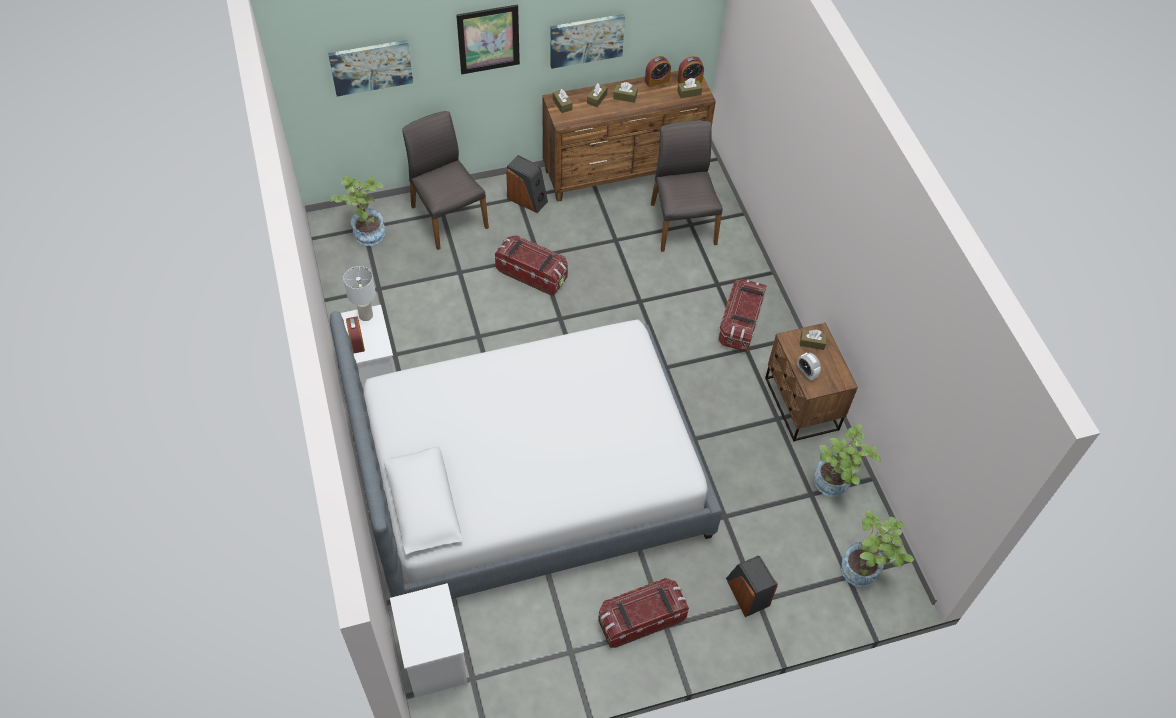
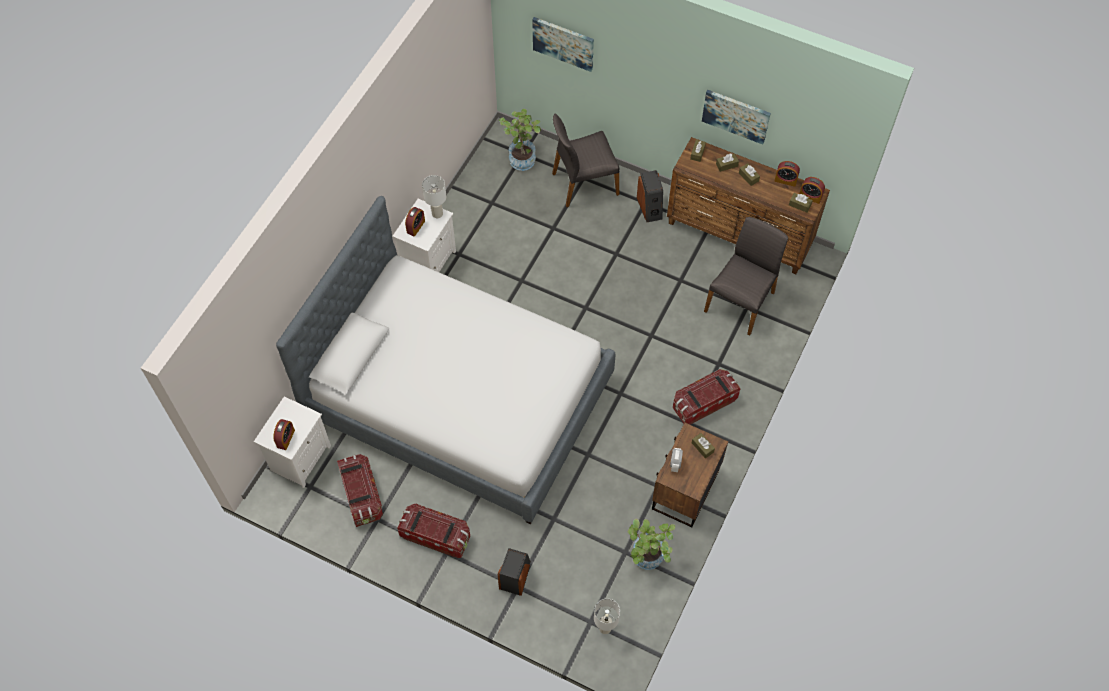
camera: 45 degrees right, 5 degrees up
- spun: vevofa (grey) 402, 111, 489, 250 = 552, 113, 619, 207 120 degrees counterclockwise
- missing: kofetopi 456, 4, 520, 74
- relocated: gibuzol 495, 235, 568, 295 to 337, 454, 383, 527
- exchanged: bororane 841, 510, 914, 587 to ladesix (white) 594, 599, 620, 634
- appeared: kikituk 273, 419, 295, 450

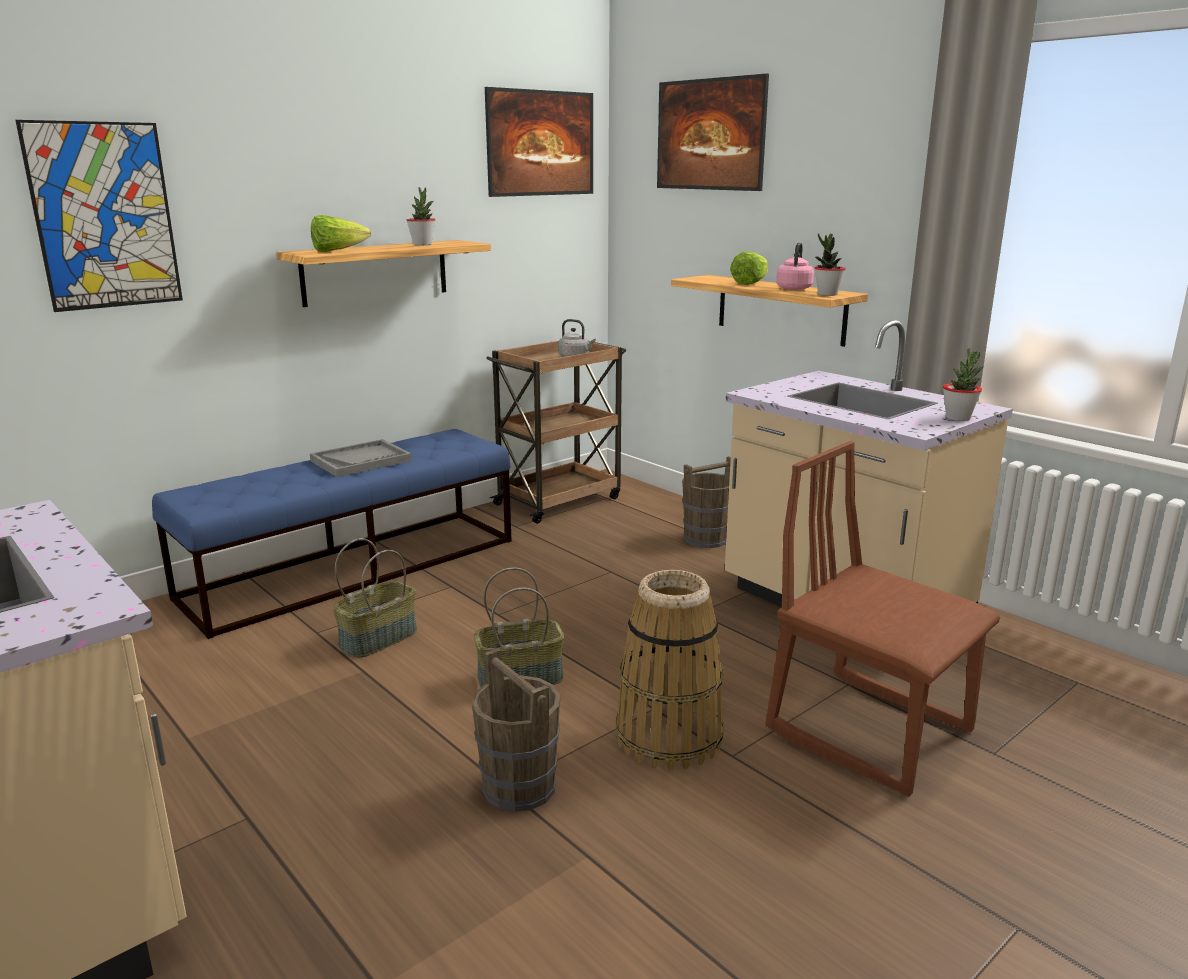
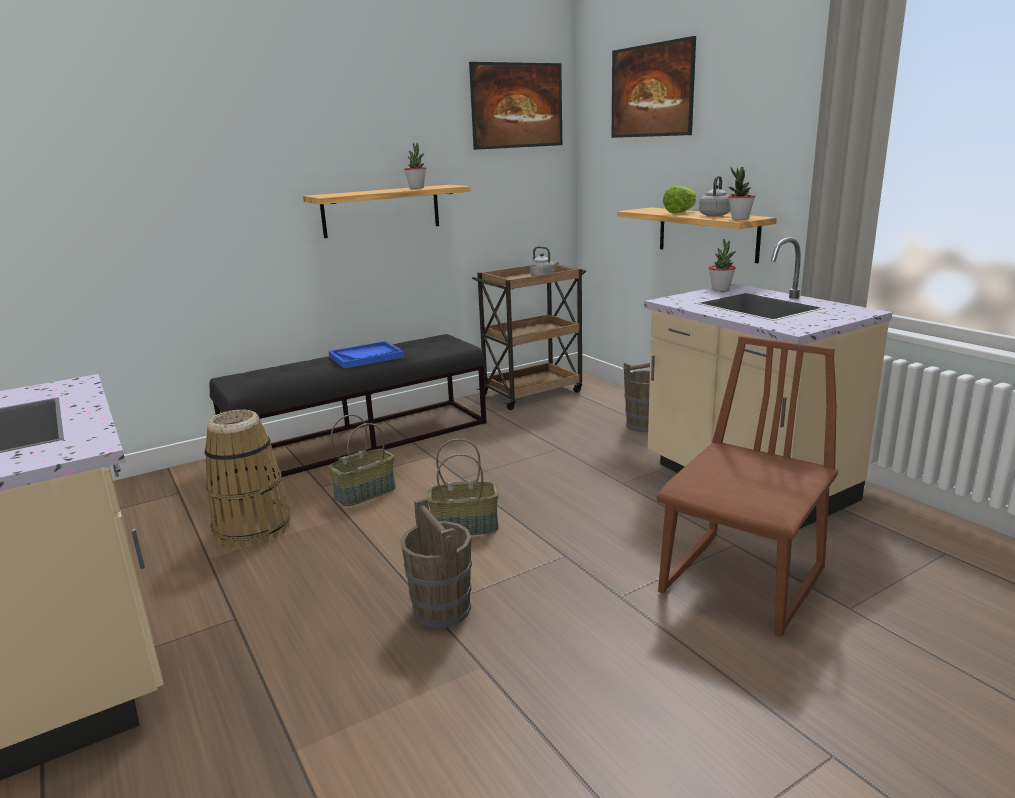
camera: 10 degrees right, 0 degrees up
- missing: kofetopi 15, 120, 183, 312
- colour: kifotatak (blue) 152, 429, 511, 639 to kifotatak (black) 209, 334, 487, 480
- colour: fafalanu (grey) 310, 439, 412, 477 to fafalanu (blue) 329, 341, 404, 369
- missing: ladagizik 311, 215, 371, 252
- relocated: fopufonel 616, 570, 724, 770 to 205, 410, 291, 548
- spun: vevofa (brown) 765, 441, 1001, 797 = 657, 336, 838, 637 75 degrees clockwise
- colour: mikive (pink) 776, 242, 814, 290 to mikive (grey) 699, 176, 730, 216
- relocated: bororane 943, 349, 984, 421 to 709, 239, 736, 291

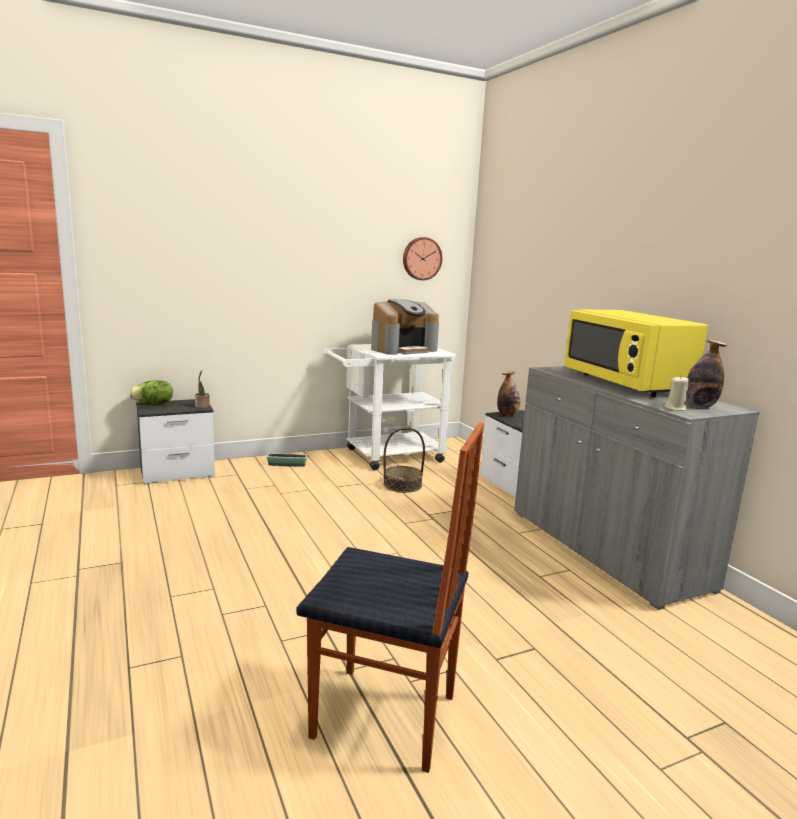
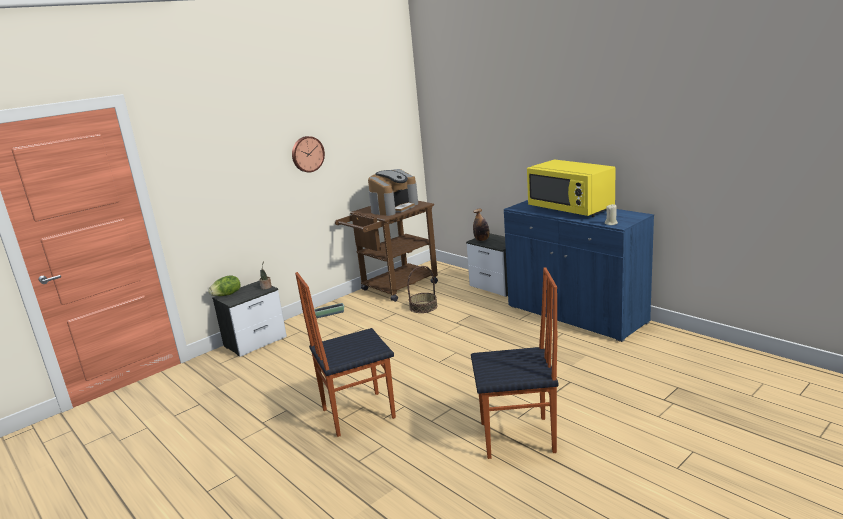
camera: 15 degrees left, 5 degrees up
- colour: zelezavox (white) 323, 344, 457, 470 to zelezavox (brown) 335, 201, 438, 302
- relocated: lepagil 403, 237, 442, 280 to 292, 136, 325, 172
- colour: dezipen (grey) 514, 366, 760, 610 to dezipen (blue) 504, 200, 654, 342
- missing: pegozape 686, 339, 727, 408
- appeared: vevofa 295, 272, 396, 437

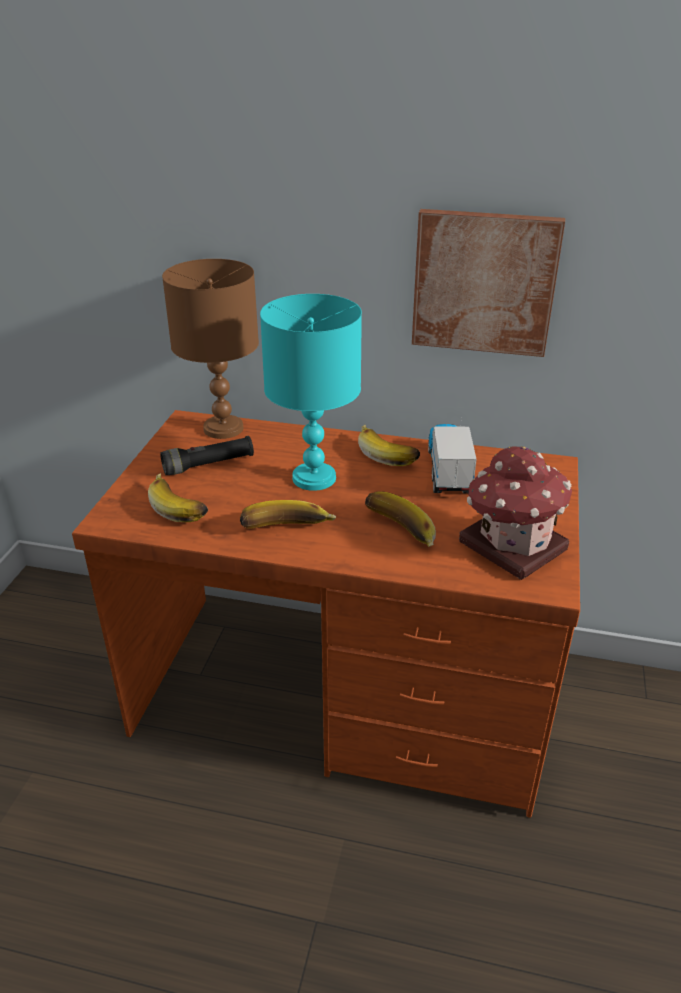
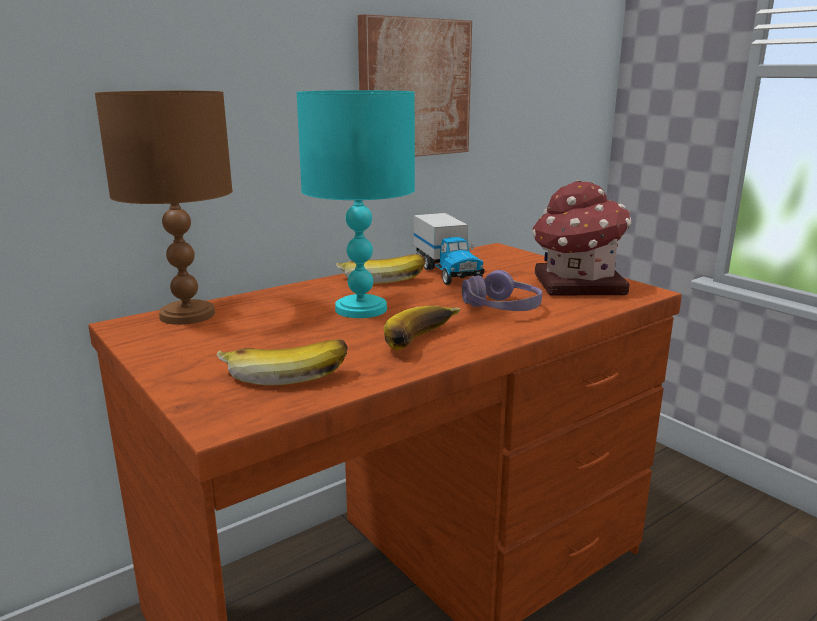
camera: 50 degrees left, 15 degrees down
- missing: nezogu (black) 160, 436, 254, 475
- exchanged: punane 365, 491, 436, 547 to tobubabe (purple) 462, 270, 542, 311
- spun: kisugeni 428, 424, 476, 493 = 414, 213, 484, 285 150 degrees counterclockwise

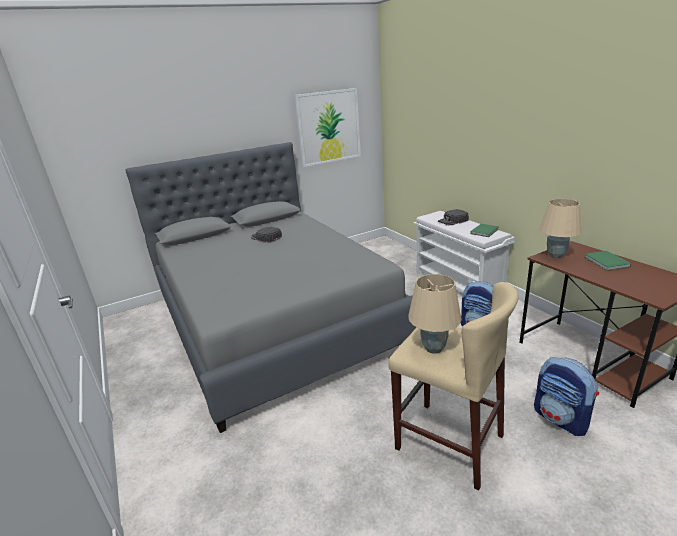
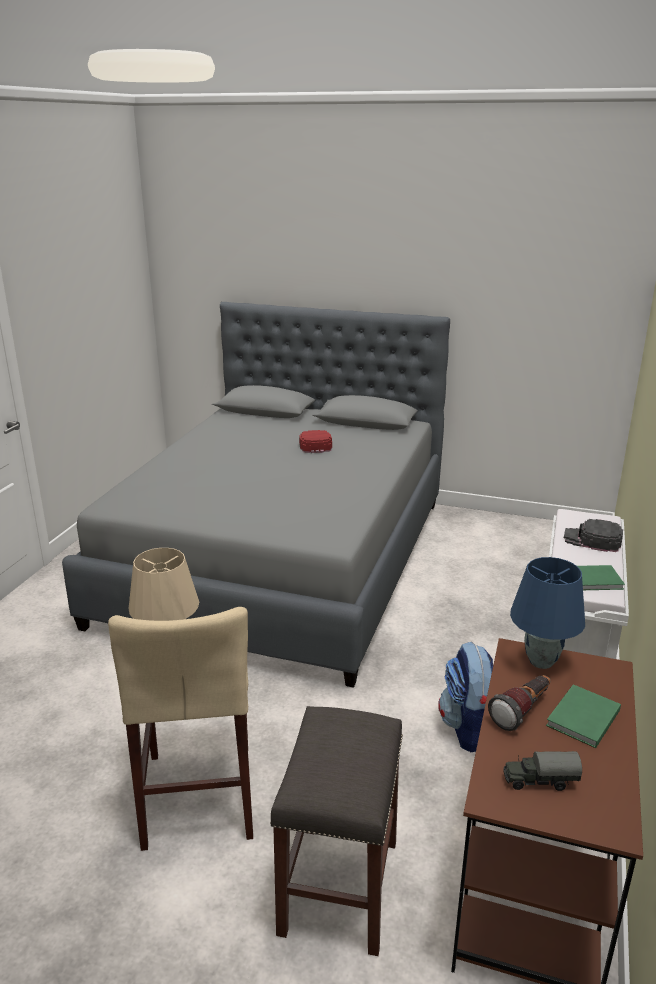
camera: 45 degrees right, 0 degrees up
- colour: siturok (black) 251, 227, 282, 243 to siturok (red) 299, 430, 332, 453
- missing: kofetopi 294, 88, 361, 167
- exchanged: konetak 534, 357, 599, 436 to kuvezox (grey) 270, 706, 403, 956
- colour: ladesix (beige) 539, 199, 581, 258 to ladesix (blue) 510, 557, 585, 669
- appeared: nezogu 488, 675, 550, 731
- appeared: kisugeni 503, 751, 582, 791

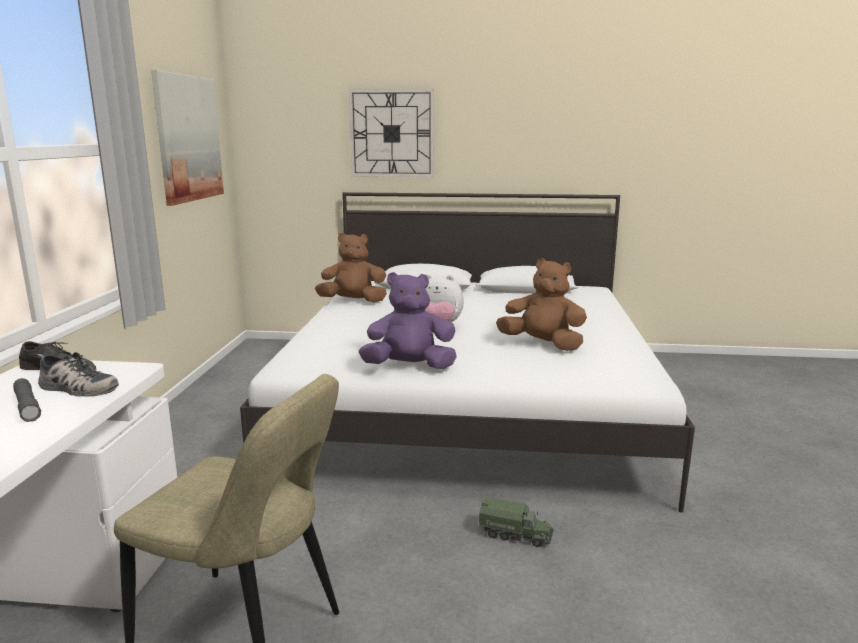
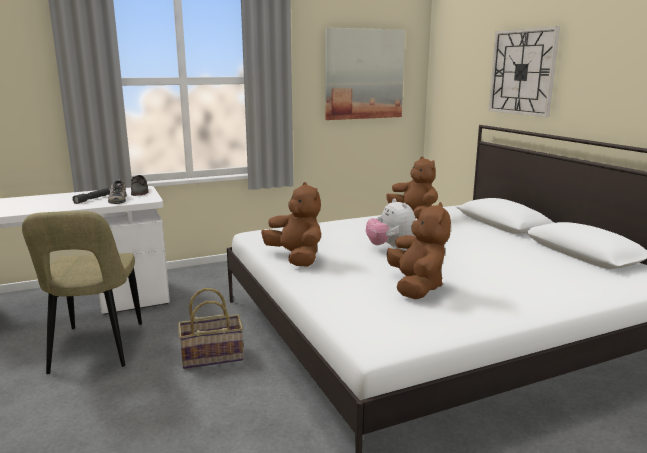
camera: 60 degrees right, 0 degrees up
- colour: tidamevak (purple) 359, 272, 457, 369 to tidamevak (brown) 261, 182, 321, 267
- missing: kisugeni 478, 497, 554, 547
- appeared: fopufonel 178, 288, 244, 369

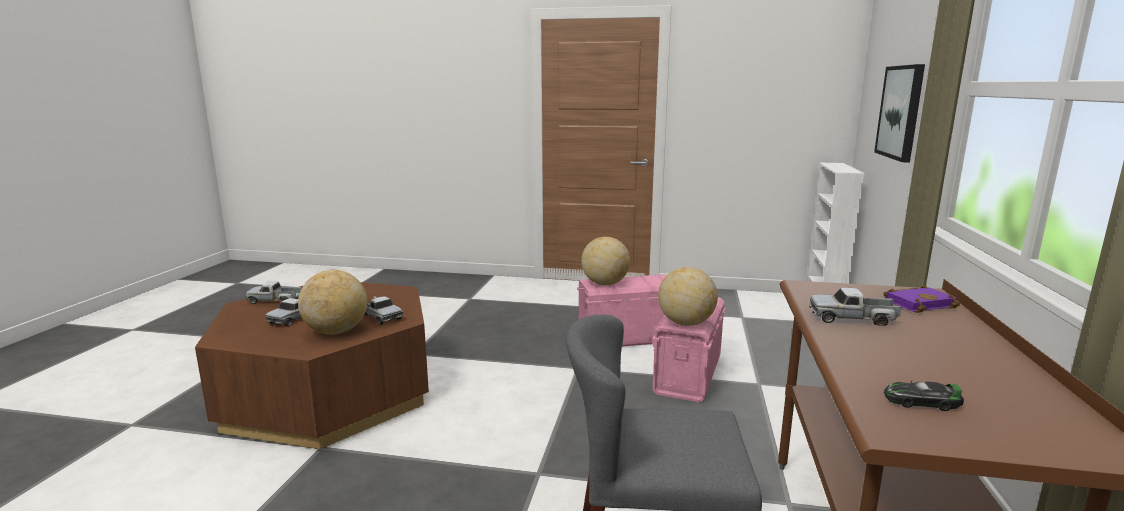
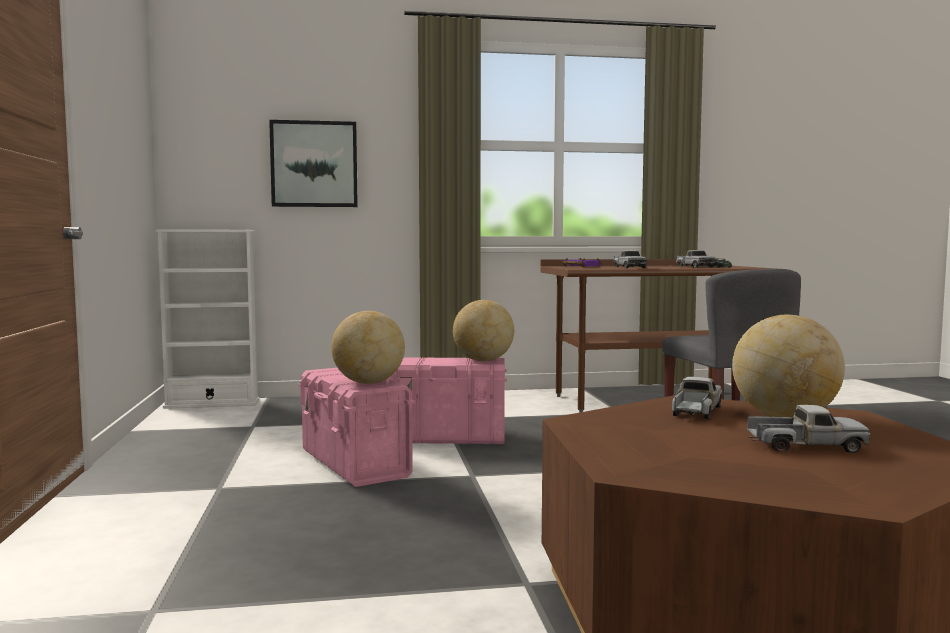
camera: 110 degrees left, 10 degrees down
- relocated: kisugeni 245, 281, 302, 304 to 676, 250, 716, 268

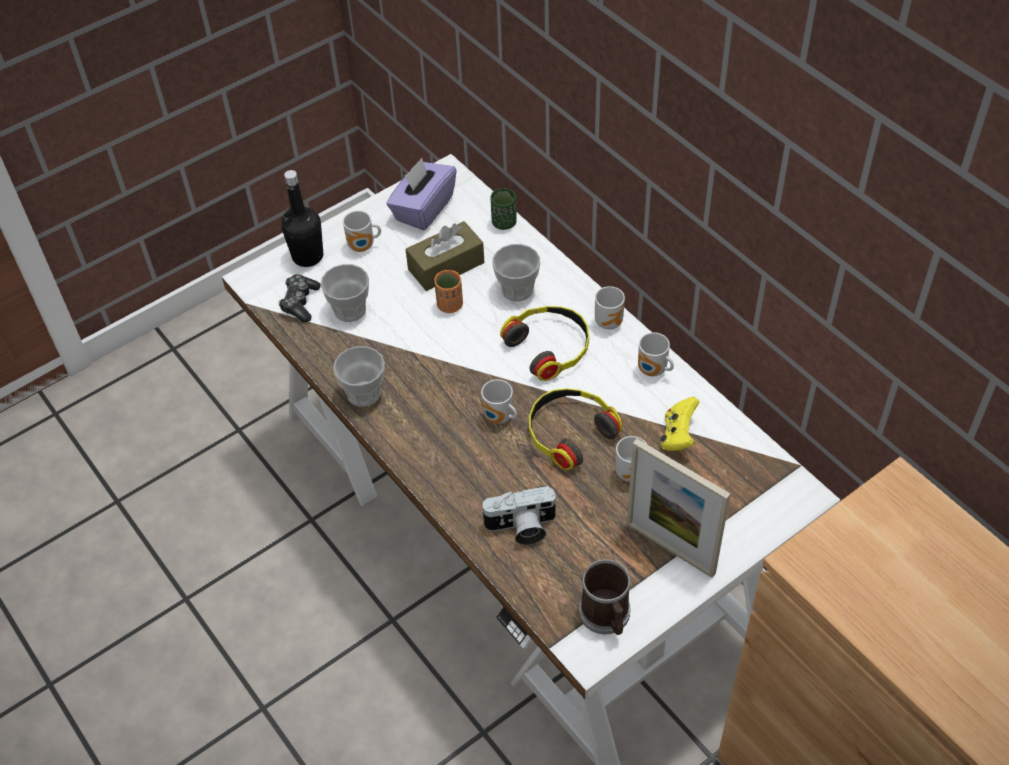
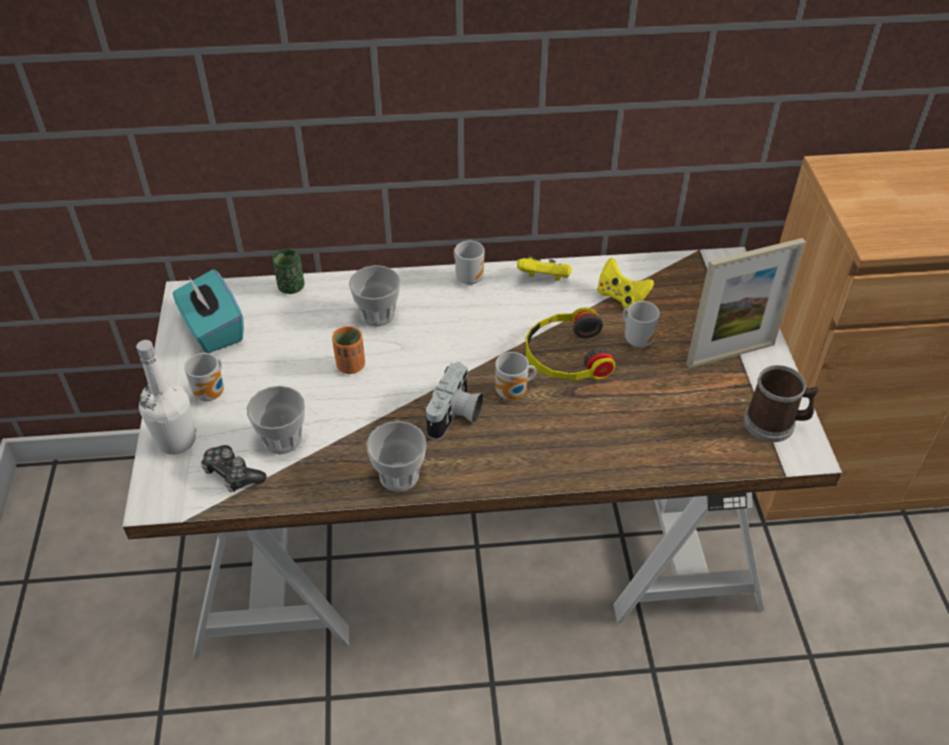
camera: 60 degrees left, 5 degrees down
- colour: pegozape (black) 281, 170, 323, 267 to pegozape (white) 136, 340, 196, 455
- colour: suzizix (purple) 386, 158, 457, 230 to suzizix (turquoise) 173, 269, 244, 353
- missing: suzizix (brown) 405, 221, 484, 291
- relocated: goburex 480, 486, 558, 545 to 426, 362, 484, 440
- missing: tobubabe 500, 306, 589, 381
- exchanged: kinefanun 638, 332, 674, 376 to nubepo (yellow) 517, 255, 572, 281

